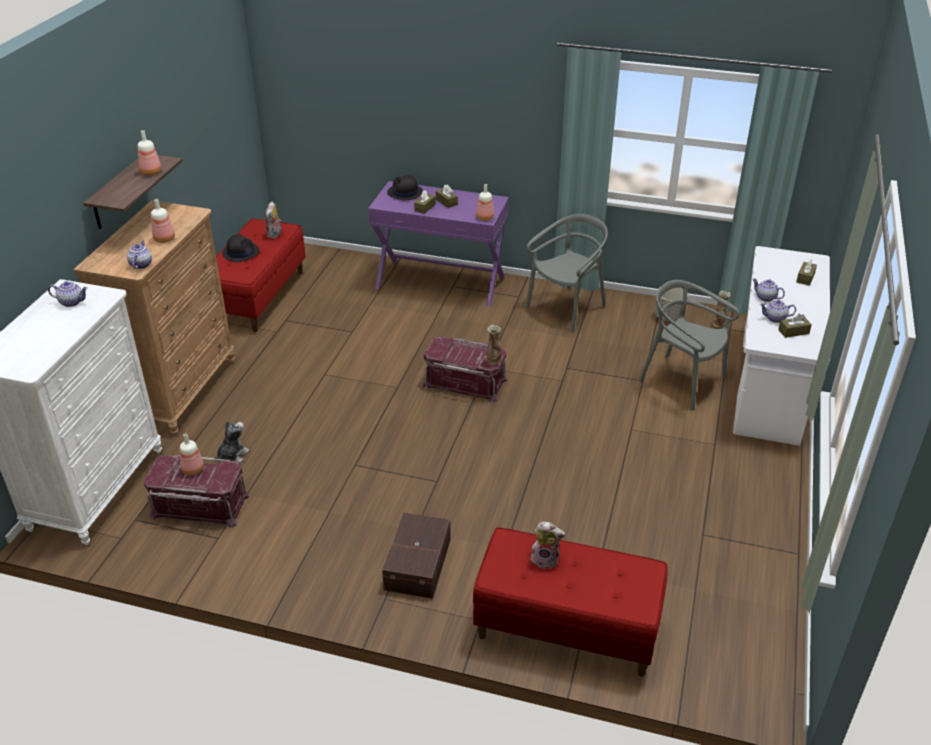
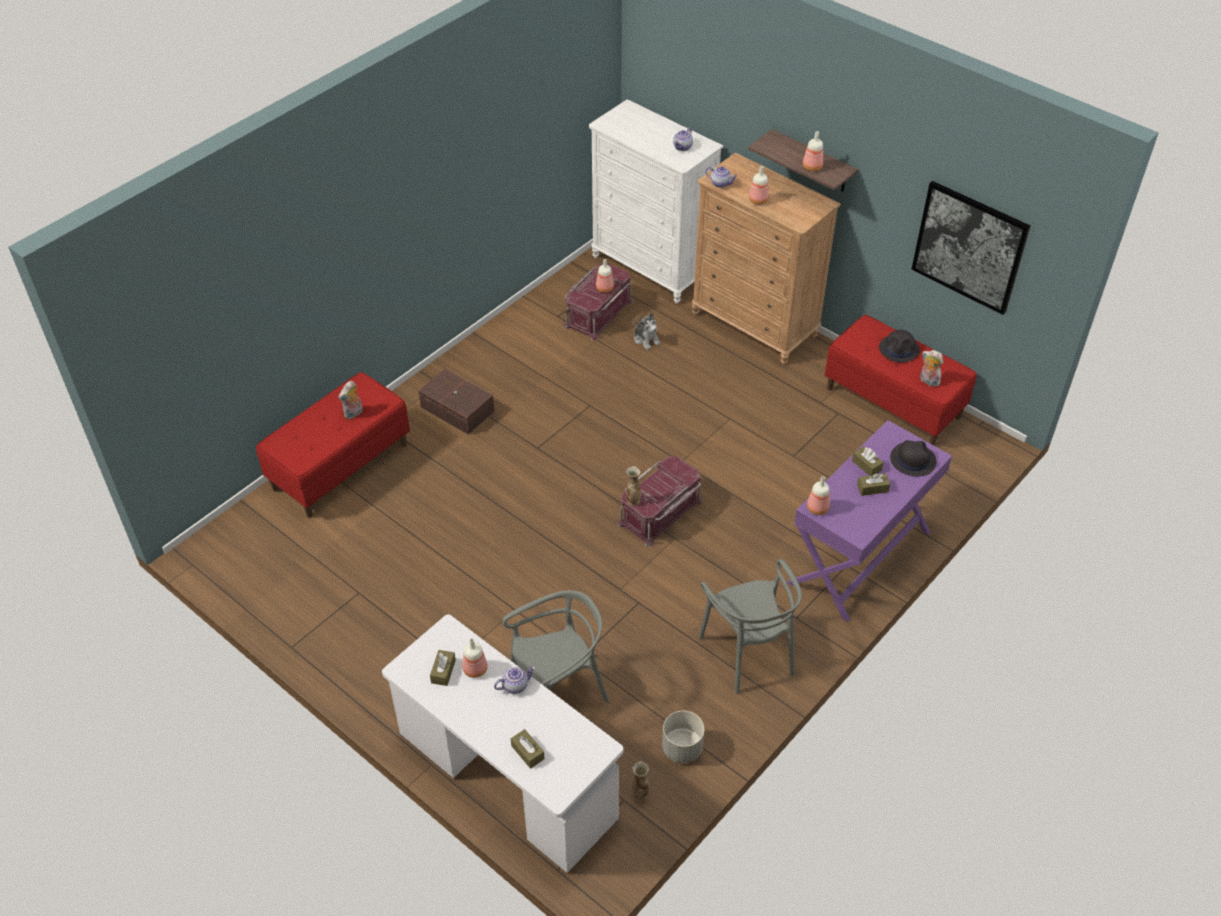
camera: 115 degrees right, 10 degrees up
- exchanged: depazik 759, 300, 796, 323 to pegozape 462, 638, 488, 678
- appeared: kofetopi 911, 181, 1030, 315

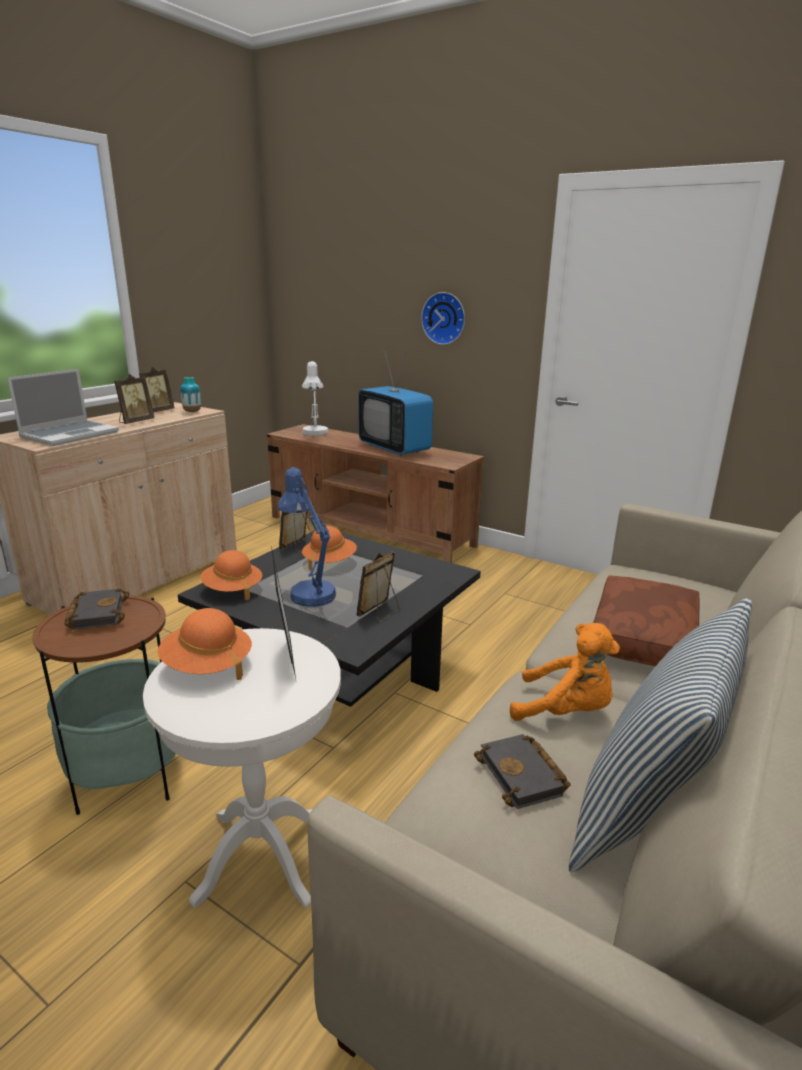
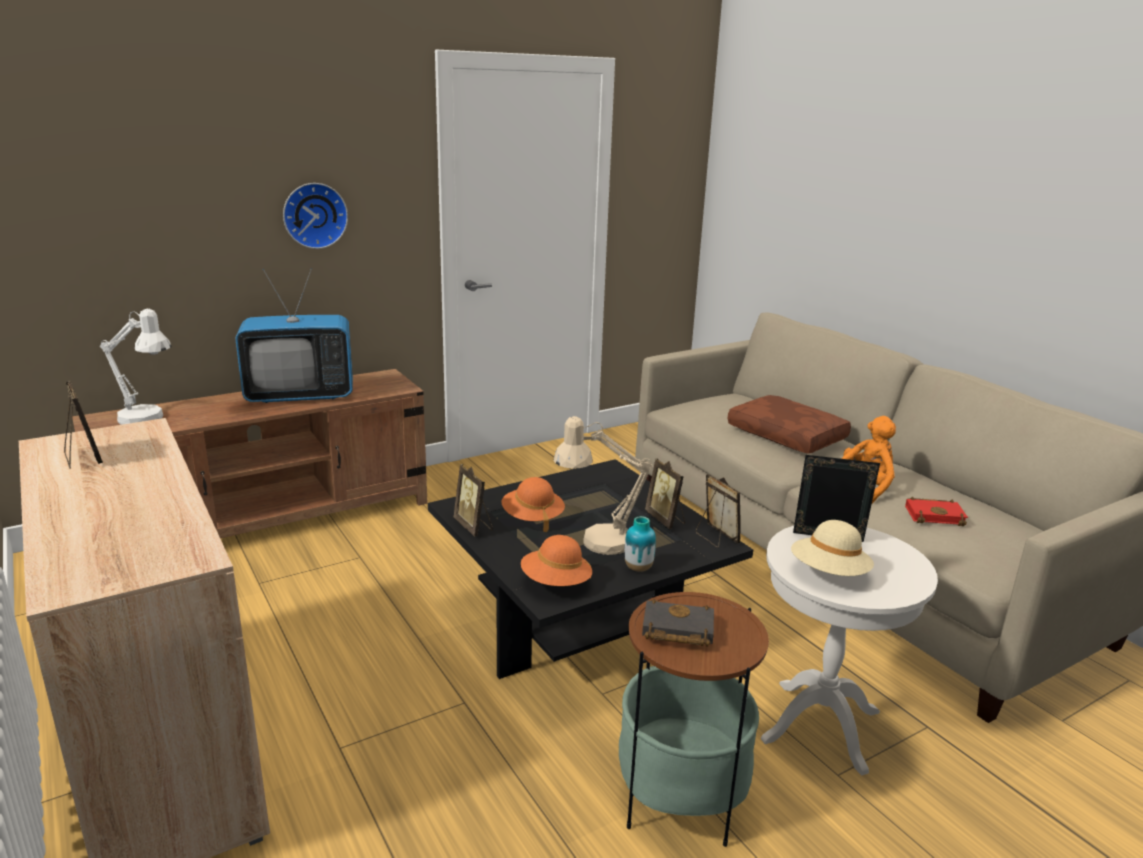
camera: 65 degrees left, 0 degrees up
- missing: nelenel 7, 369, 119, 446
- relocated: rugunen 114, 374, 154, 424 to 696, 474, 741, 547
- colour: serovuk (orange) 158, 608, 252, 680 to serovuk (beige) 791, 520, 874, 576
- relocated: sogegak 180, 377, 201, 412 to 625, 516, 656, 572
- colour: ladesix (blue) 278, 467, 336, 607 to ladesix (beige) 554, 416, 653, 555
- colour: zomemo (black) 474, 734, 571, 809 to zomemo (red) 905, 497, 968, 526
- missing: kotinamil 569, 598, 752, 872

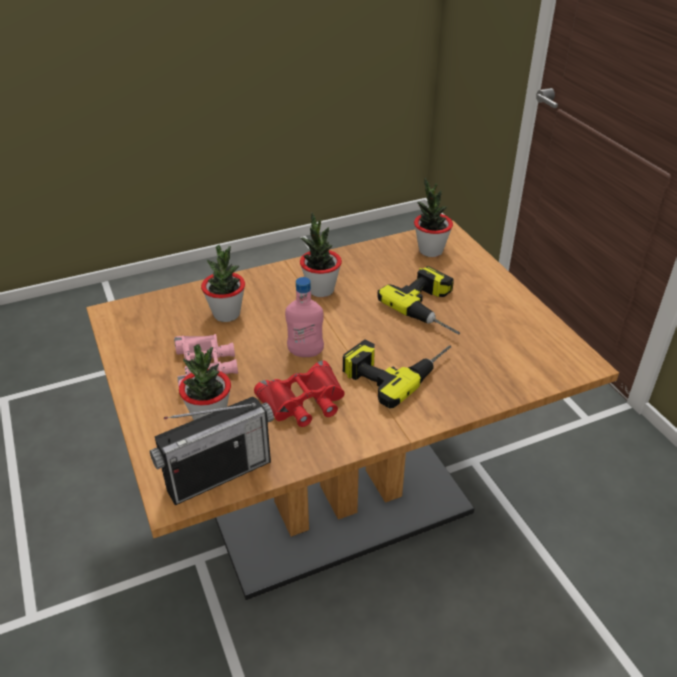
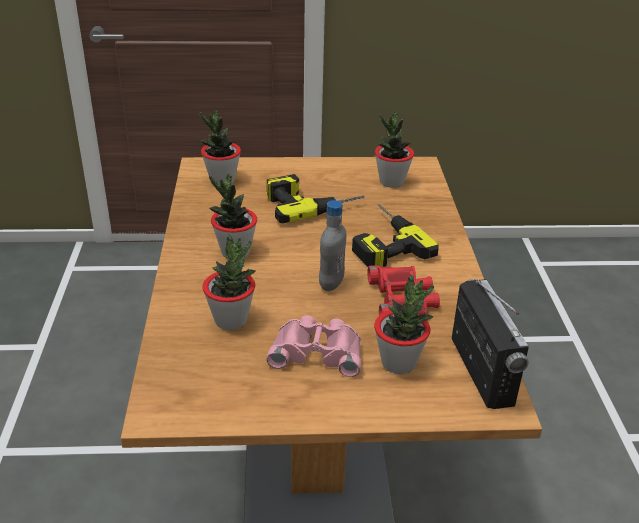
camera: 70 degrees left, 5 degrees down
- colour: pegozape (pink) 285, 277, 324, 357 to pegozape (grey) 319, 200, 346, 291
- appeared: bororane 375, 112, 414, 188

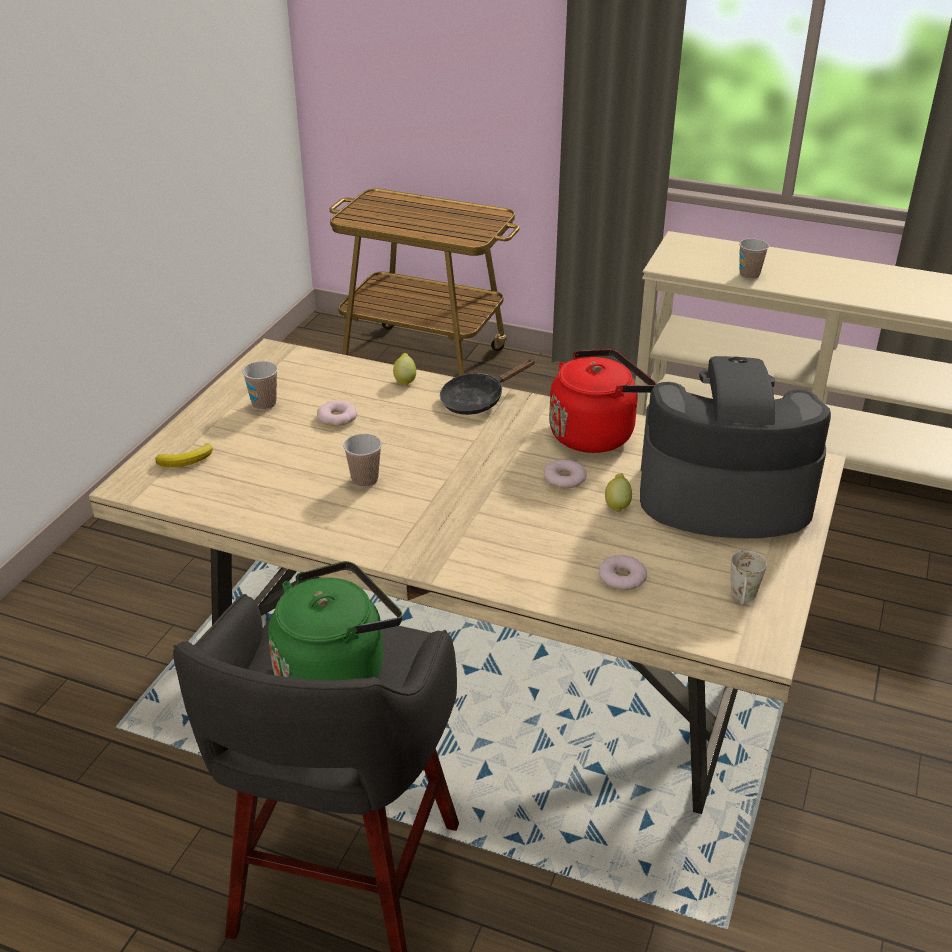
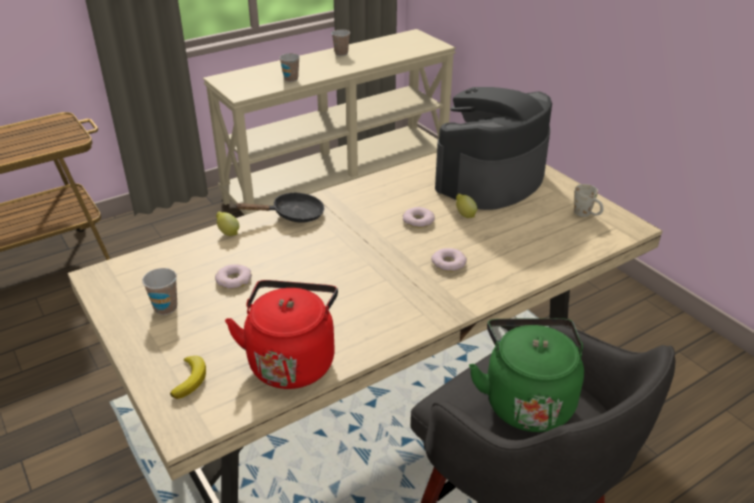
camera: 55 degrees left, 0 degrees up
- relocated: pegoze 343, 434, 382, 488 to 332, 29, 350, 56
- spun: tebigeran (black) 440, 359, 535, 415 = 234, 192, 324, 223 105 degrees counterclockwise
- relocated: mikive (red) 549, 349, 656, 453 to 225, 280, 338, 389
- relocated: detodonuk 599, 555, 647, 590 to 431, 248, 467, 272

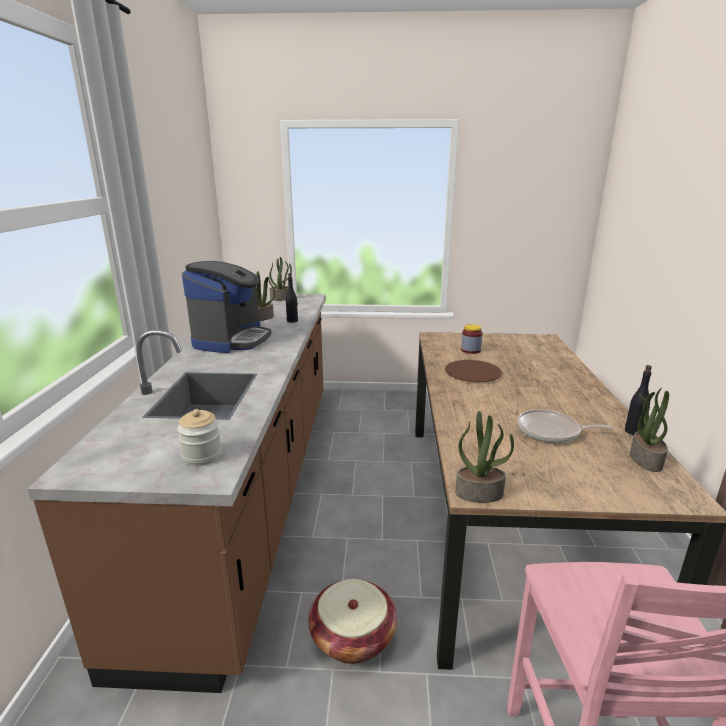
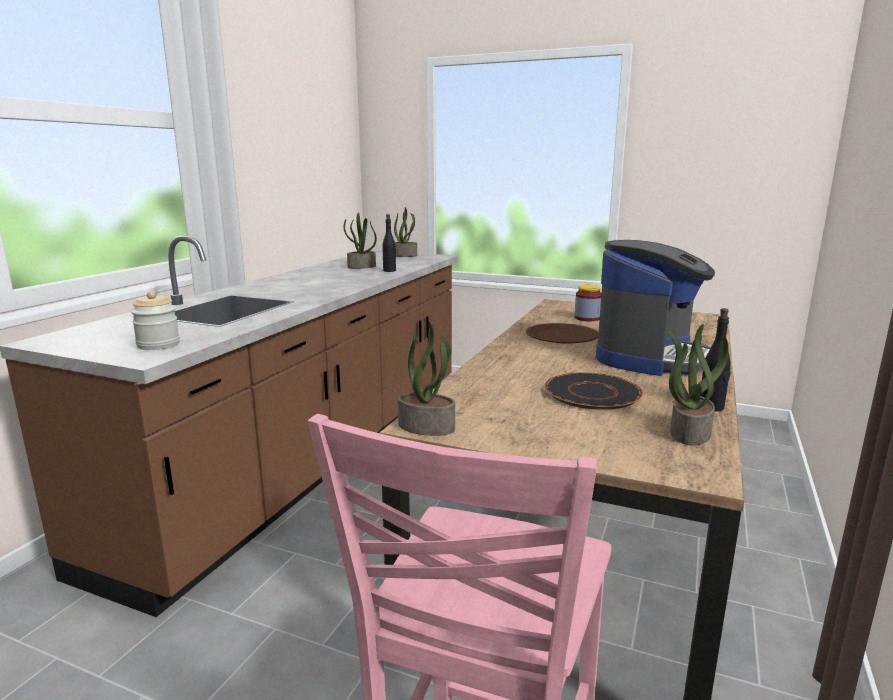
camera: 20 degrees right, 5 degrees down
- relocated: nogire 182, 261, 271, 353 to 596, 240, 715, 376
- missing: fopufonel 308, 579, 397, 664
- exchanged: tebigeran 517, 409, 614, 443 to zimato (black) 545, 372, 643, 410

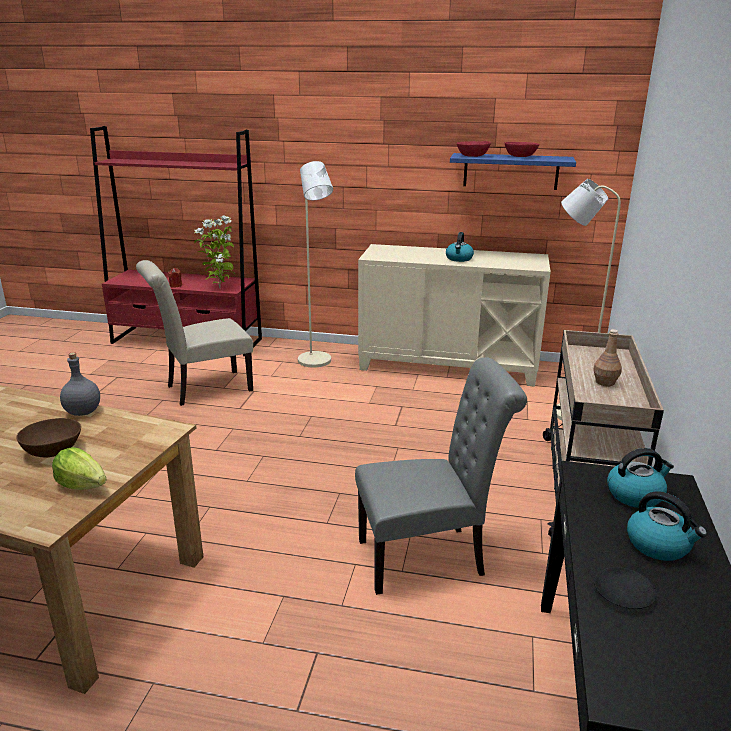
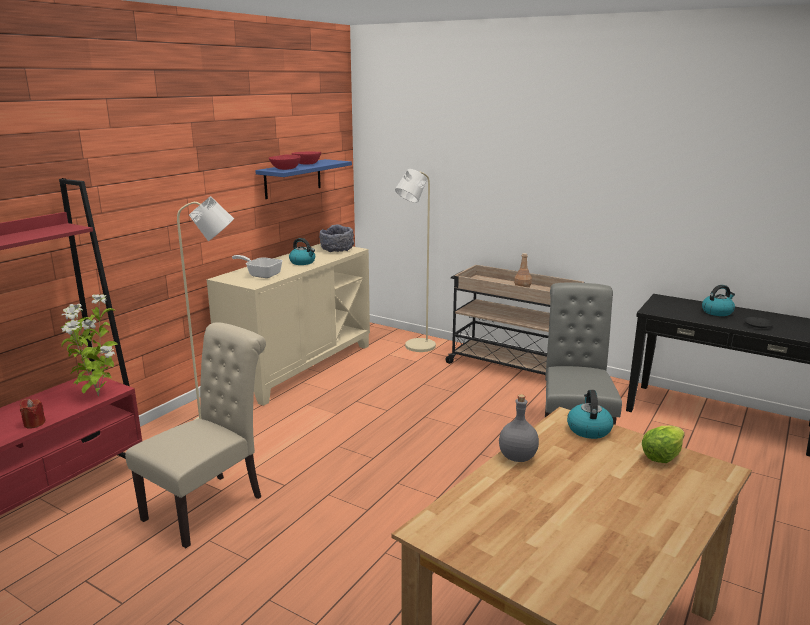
camera: 70 degrees left, 5 degrees down
- missing: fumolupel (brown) 16, 418, 81, 457
- spun: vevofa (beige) 136, 260, 253, 406 = 125, 322, 266, 548 135 degrees counterclockwise
- relocated: mikive 607, 448, 674, 508 to 567, 390, 613, 439
- appeared: tebigeran 232, 255, 283, 278
- appeared: fumolupel (grey) 319, 224, 354, 252

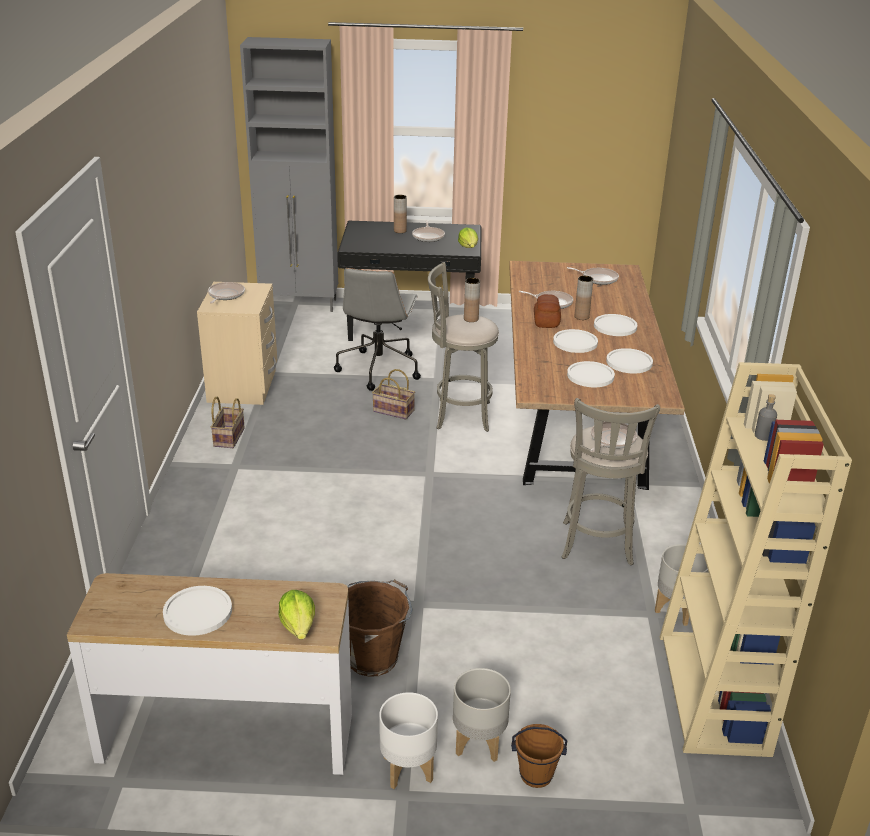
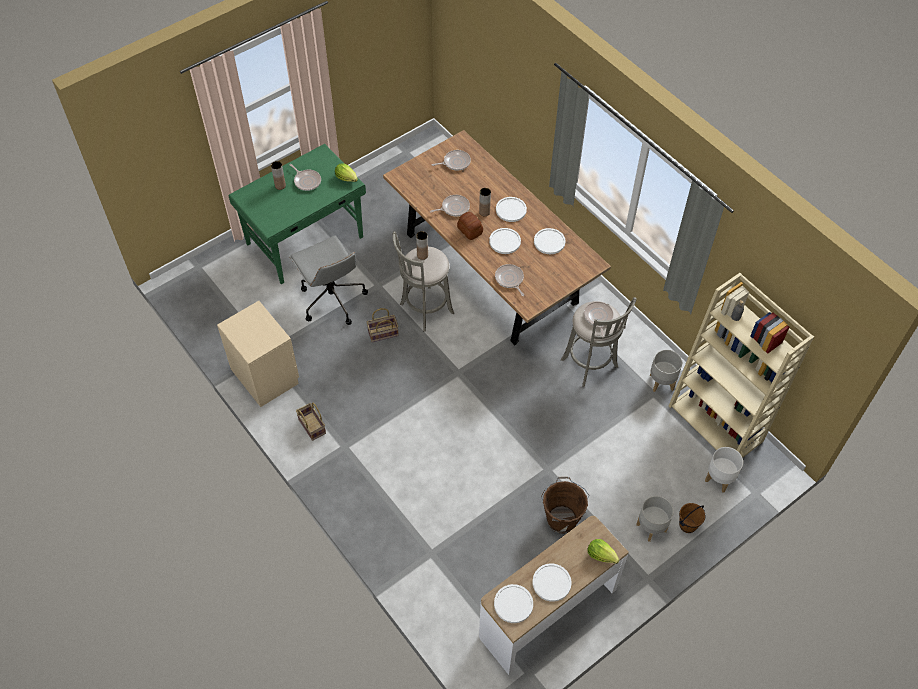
camera: 40 degrees left, 25 degrees up
- relocated: tebigeran 208, 282, 245, 304 to 495, 264, 524, 296
- missing: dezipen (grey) 240, 37, 338, 312
- colour: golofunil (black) 337, 221, 482, 341 to golofunil (green) 229, 144, 366, 284
- relocated: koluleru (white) 379, 692, 438, 789 to 705, 447, 743, 493
- relocated: zimato (white) 567, 361, 615, 387 to 494, 584, 533, 623

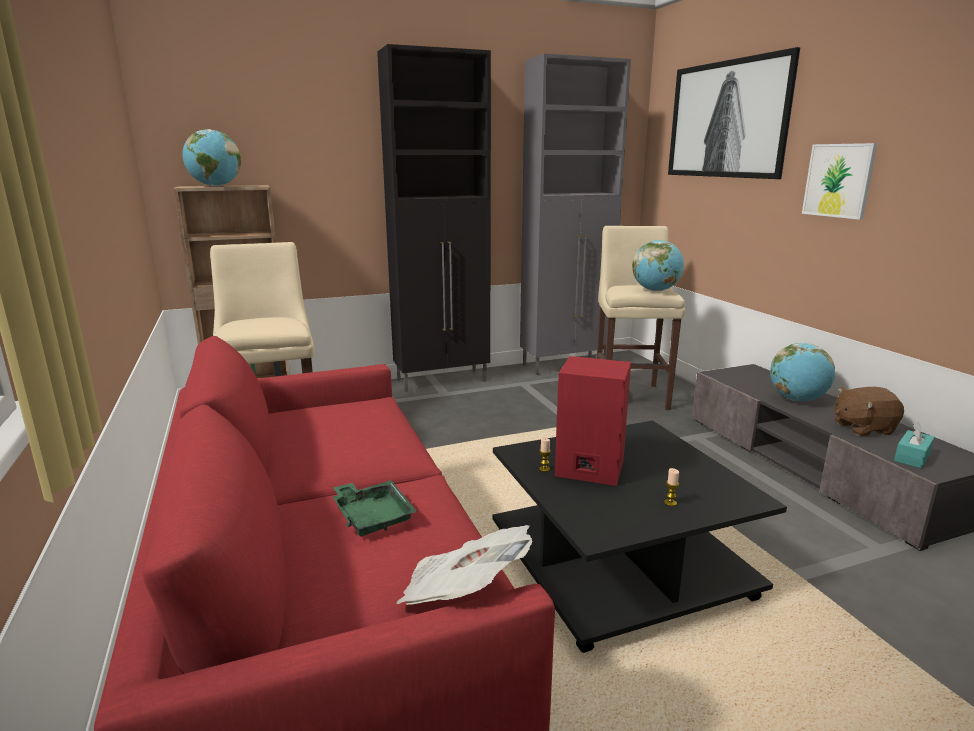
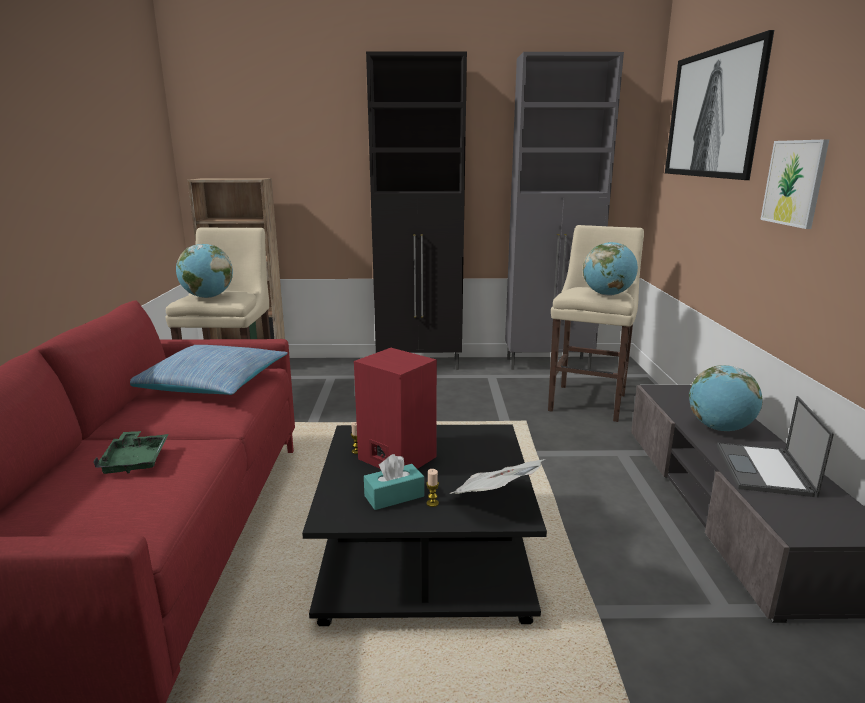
camera: 20 degrees right, 0 degrees up
- relocated: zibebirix 182, 129, 241, 187 to 176, 244, 233, 298
- relocated: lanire 396, 525, 532, 605 to 450, 459, 545, 494
- exchanged: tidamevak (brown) 834, 387, 904, 436 to nelenel 717, 396, 834, 497
- relocated: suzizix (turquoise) 894, 422, 935, 469 to 364, 454, 424, 510
- appeared: kotinamil 130, 345, 288, 395

